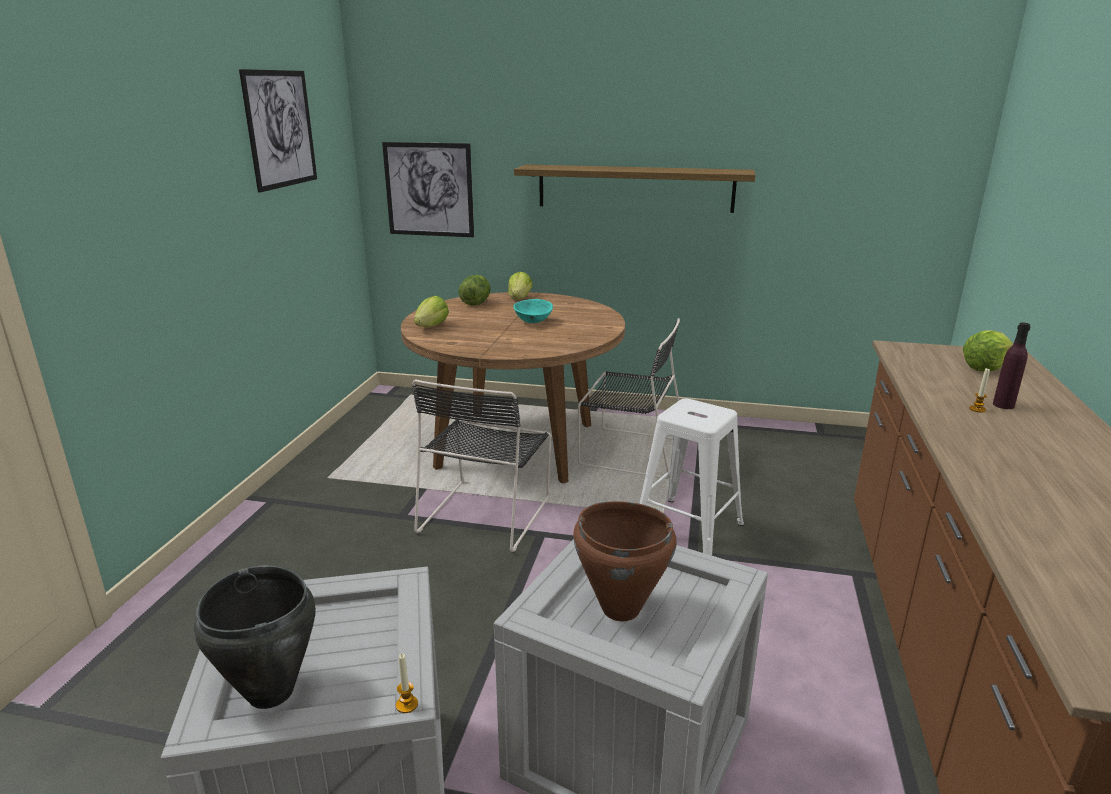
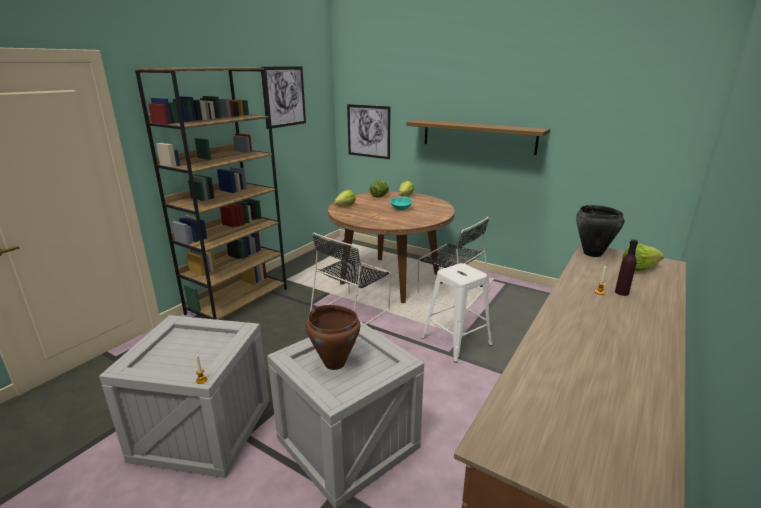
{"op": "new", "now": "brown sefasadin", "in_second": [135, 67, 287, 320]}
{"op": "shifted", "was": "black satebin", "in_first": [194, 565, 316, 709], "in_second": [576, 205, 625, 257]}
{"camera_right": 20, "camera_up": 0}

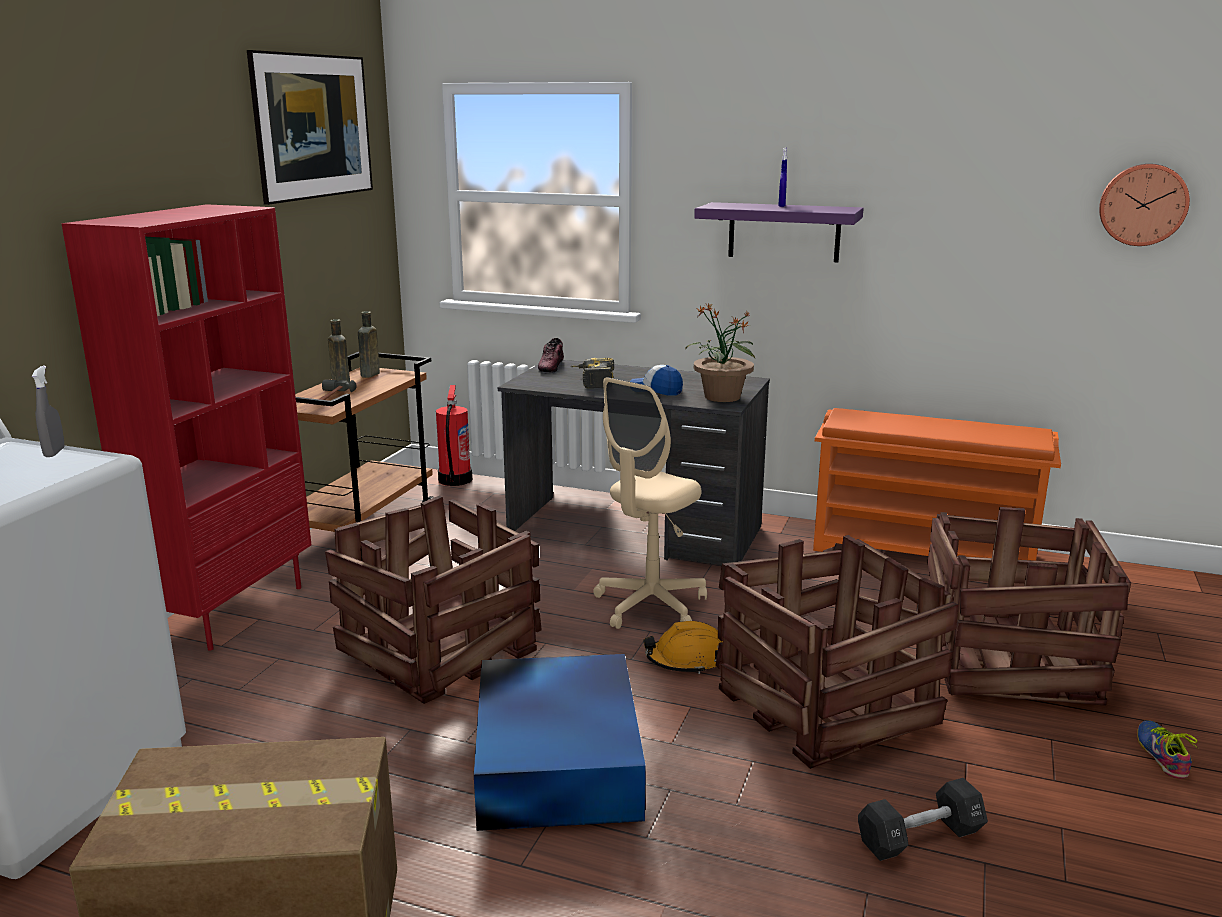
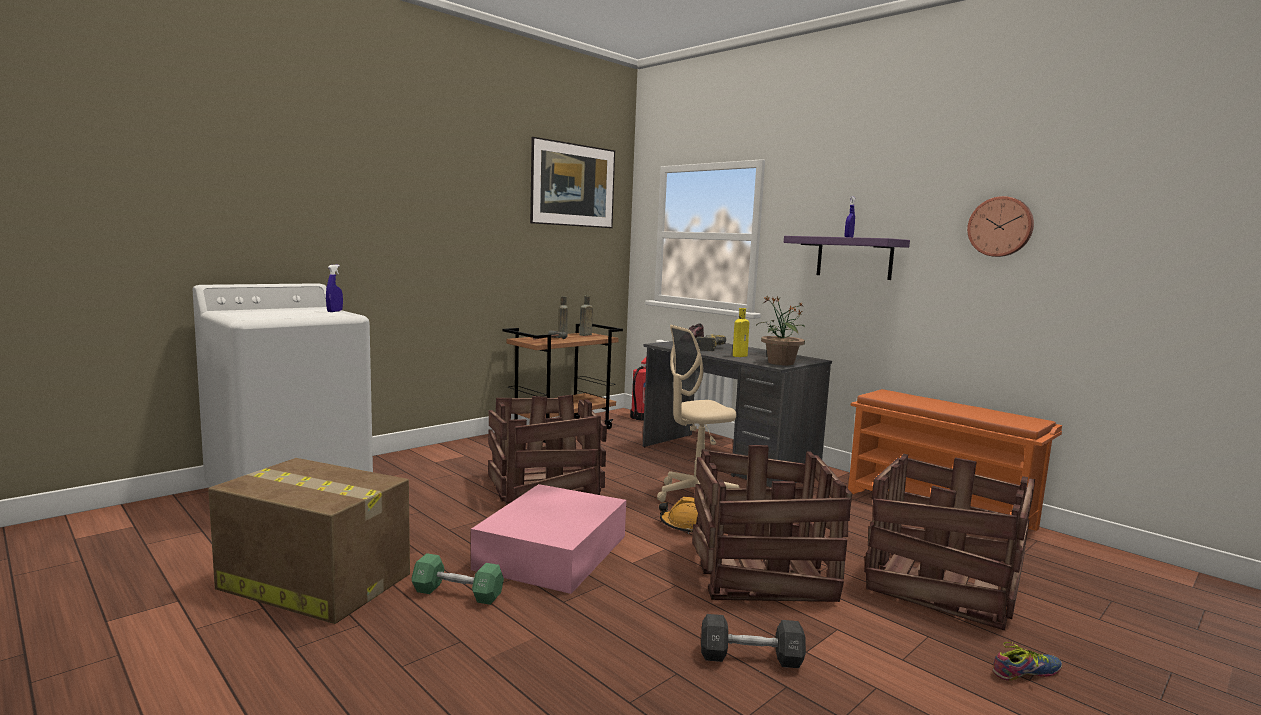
{"op": "gone", "was": "red sefasadin", "in_first": [61, 204, 311, 651]}
{"op": "new", "now": "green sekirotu", "in_second": [412, 553, 504, 605]}
{"op": "shifted", "was": "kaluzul", "in_first": [1099, 164, 1190, 246], "in_second": [967, 196, 1034, 257]}
{"op": "swapped", "was": "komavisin", "now": "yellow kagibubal", "in_first": [630, 365, 683, 396], "in_second": [733, 308, 749, 357]}
{"op": "repainted", "was": "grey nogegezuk", "now": "blue nogegezuk", "in_first": [32, 365, 65, 457], "in_second": [326, 265, 343, 312]}
{"op": "repainted", "was": "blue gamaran", "now": "pink gamaran", "in_first": [474, 654, 646, 831], "in_second": [471, 484, 626, 594]}
{"op": "rotated", "was": "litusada", "in_first": [1137, 721, 1198, 779], "in_second": [993, 642, 1062, 681], "clockwise": 45}
{"camera_right": 25, "camera_up": -10}

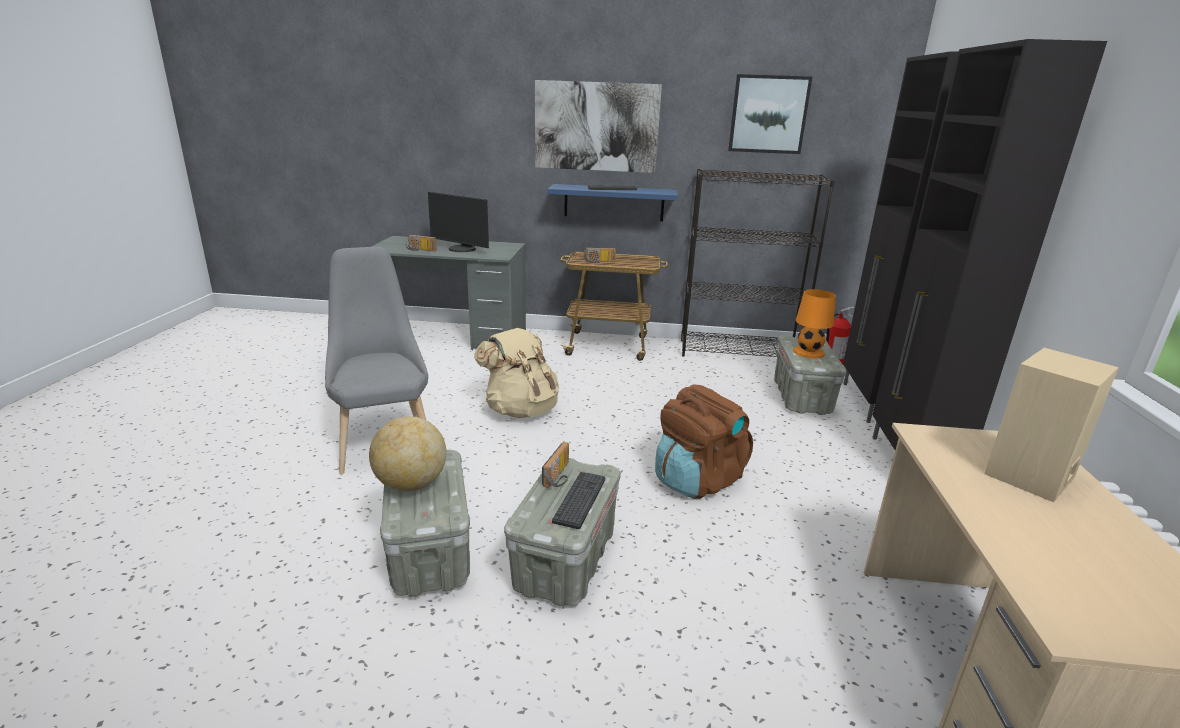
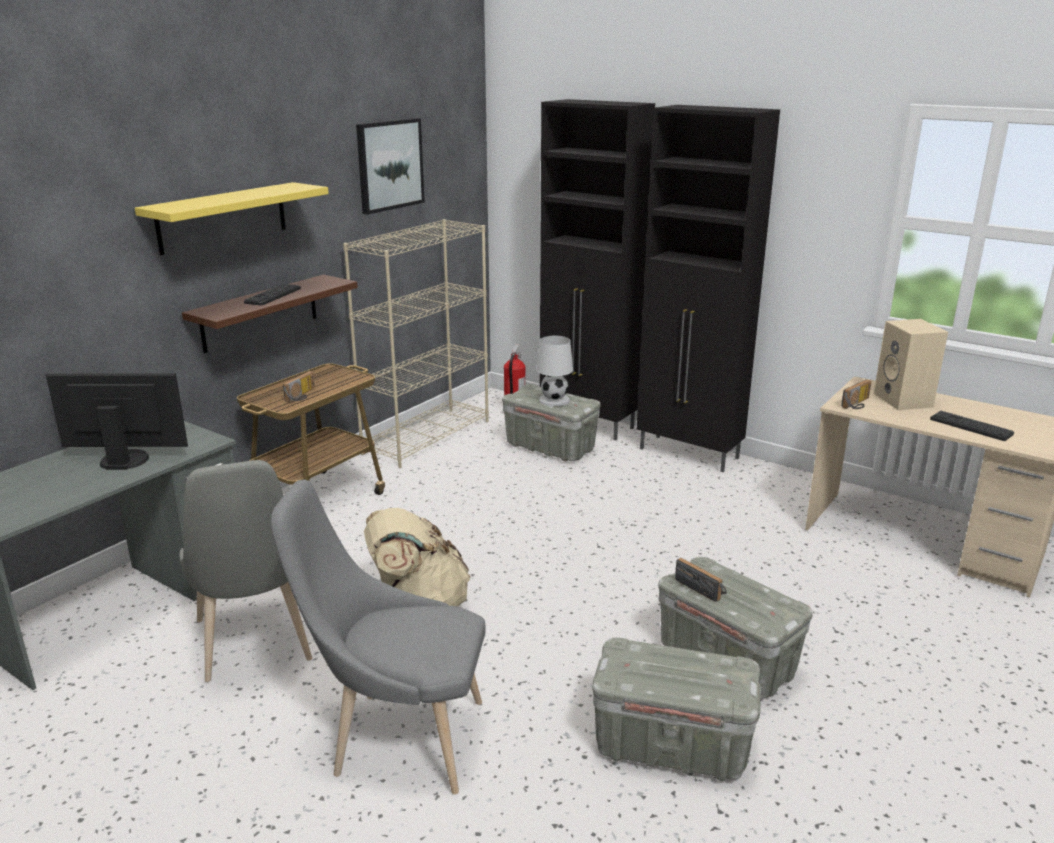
{"op": "gone", "was": "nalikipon", "in_first": [369, 416, 446, 492]}
{"op": "gone", "was": "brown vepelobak", "in_first": [655, 384, 753, 499]}
{"op": "new", "now": "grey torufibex", "in_second": [179, 460, 312, 682]}
{"op": "shifted", "was": "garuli", "in_first": [406, 235, 437, 252], "in_second": [841, 379, 871, 409]}
{"op": "shifted", "was": "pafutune", "in_first": [552, 472, 605, 529], "in_second": [930, 411, 1014, 441]}
{"op": "swapped", "was": "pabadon", "now": "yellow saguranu", "in_first": [535, 80, 662, 173], "in_second": [135, 182, 329, 255]}
{"op": "repainted", "was": "blue saguranu", "now": "brown saguranu", "in_first": [547, 184, 678, 221], "in_second": [182, 275, 358, 353]}
{"op": "repainted", "was": "black sefasadin", "now": "beige sefasadin", "in_first": [681, 169, 834, 357], "in_second": [343, 219, 489, 468]}
{"op": "repainted", "was": "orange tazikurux", "now": "white tazikurux", "in_first": [793, 289, 836, 358], "in_second": [536, 336, 573, 406]}
{"op": "rotated", "was": "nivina", "in_first": [428, 192, 489, 252], "in_second": [46, 373, 188, 470], "clockwise": -150}
{"camera_right": -60, "camera_up": 0}

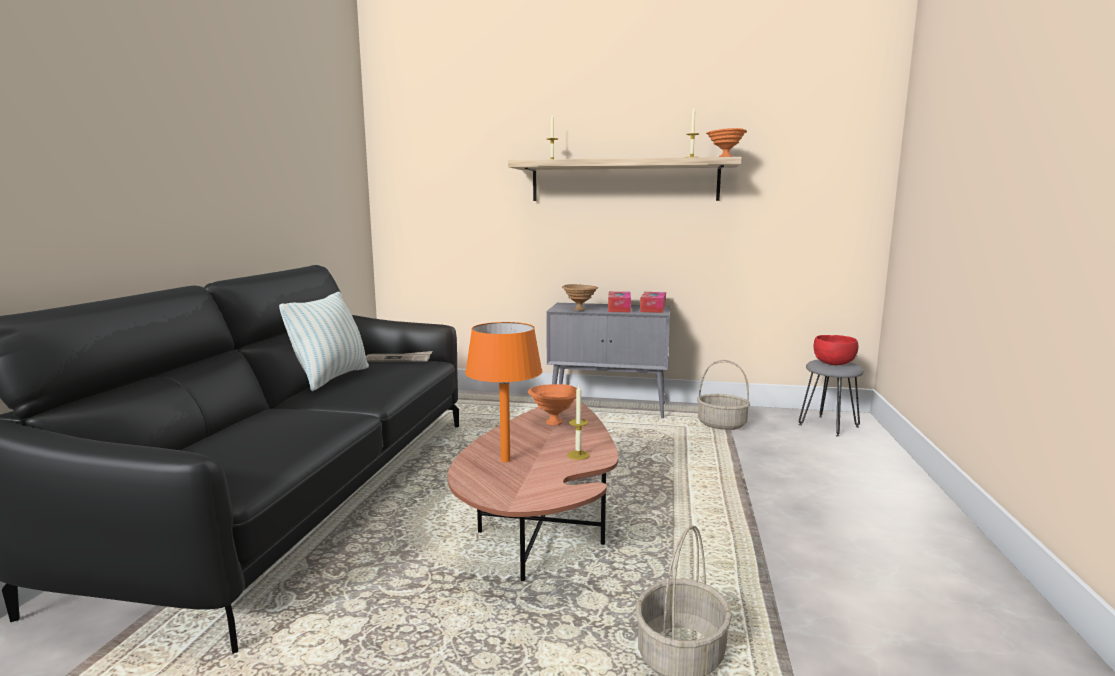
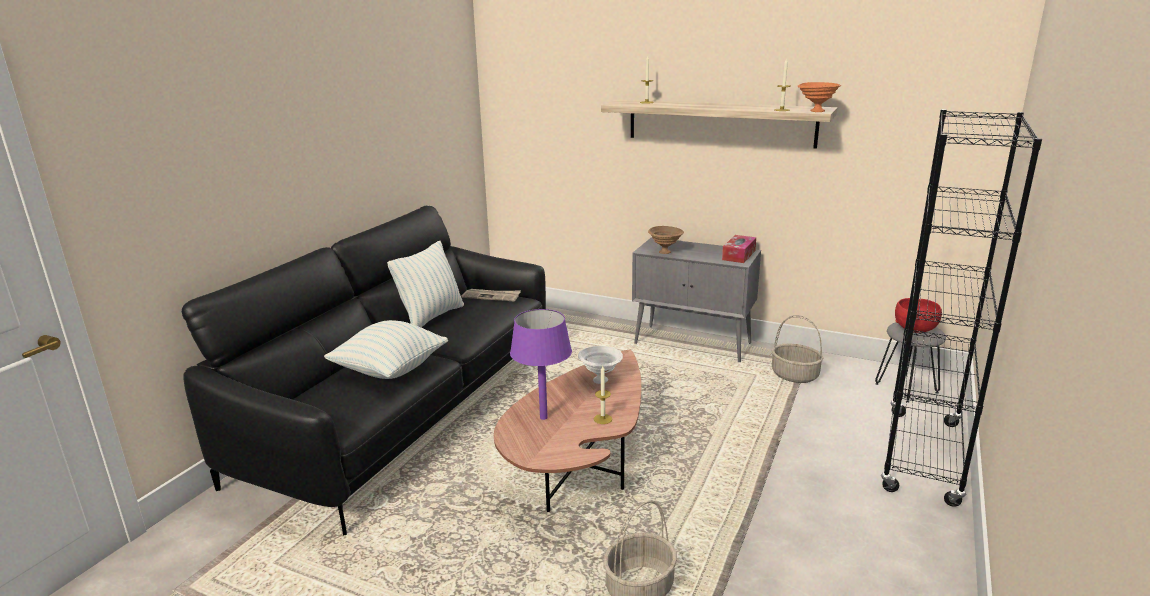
{"op": "gone", "was": "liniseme", "in_first": [608, 292, 631, 312]}
{"op": "new", "now": "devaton", "in_second": [324, 320, 448, 379]}
{"op": "new", "now": "black sefasadin", "in_second": [881, 109, 1042, 507]}
{"op": "repainted", "was": "orange tazikurux", "now": "purple tazikurux", "in_first": [465, 322, 542, 462], "in_second": [510, 309, 572, 420]}
{"op": "repainted", "was": "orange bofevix", "now": "white bofevix", "in_first": [528, 384, 577, 426], "in_second": [578, 346, 623, 384]}
{"camera_right": 15, "camera_up": 10}

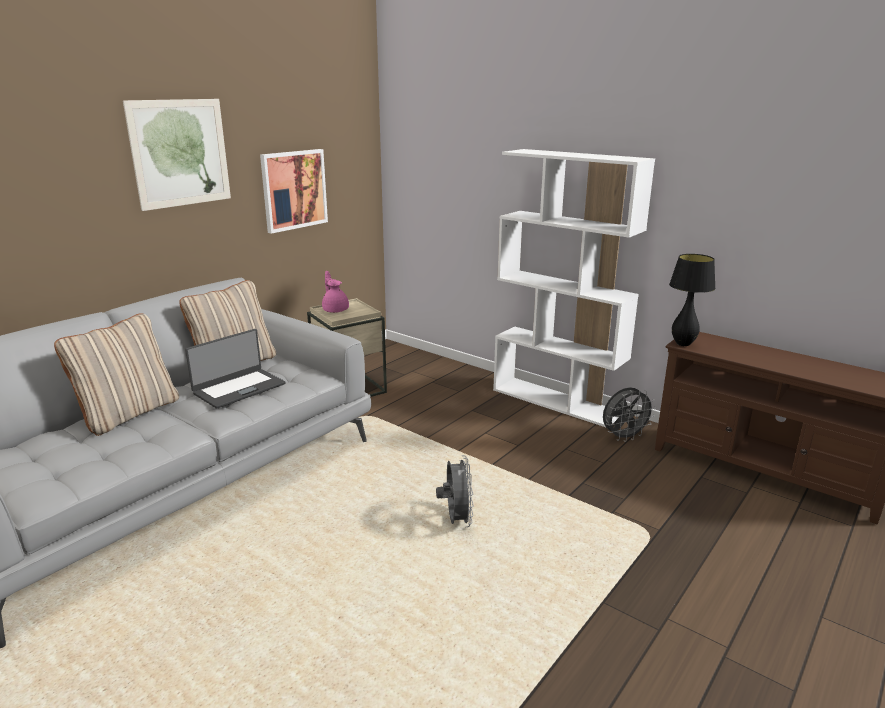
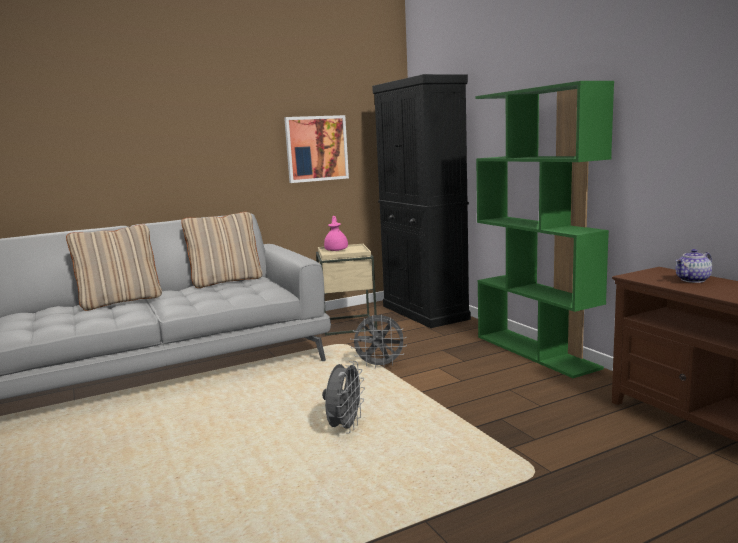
{"op": "gone", "was": "pabadon", "in_first": [123, 99, 231, 211]}
{"op": "gone", "was": "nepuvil", "in_first": [185, 329, 286, 409]}
{"op": "gone", "was": "black tazikurux", "in_first": [669, 254, 716, 346]}
{"op": "new", "now": "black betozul", "in_second": [372, 74, 471, 328]}
{"op": "new", "now": "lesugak", "in_second": [676, 249, 712, 283]}
{"op": "shifted", "was": "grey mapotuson", "in_first": [603, 387, 656, 442], "in_second": [350, 315, 407, 368]}
{"op": "repainted", "was": "white sefasadin", "now": "green sefasadin", "in_first": [493, 149, 655, 427], "in_second": [475, 81, 614, 378]}
{"camera_right": 25, "camera_up": -10}

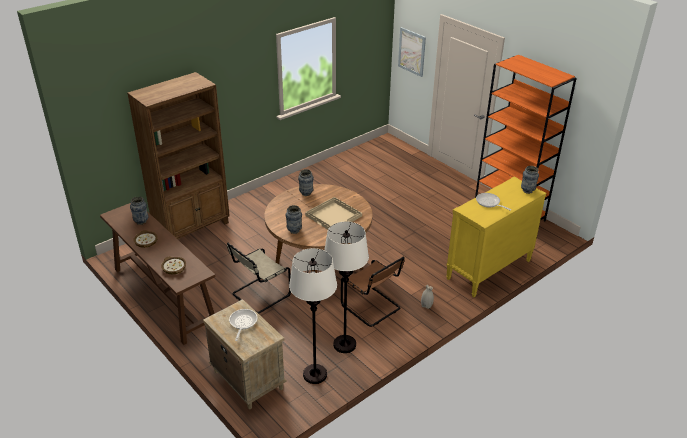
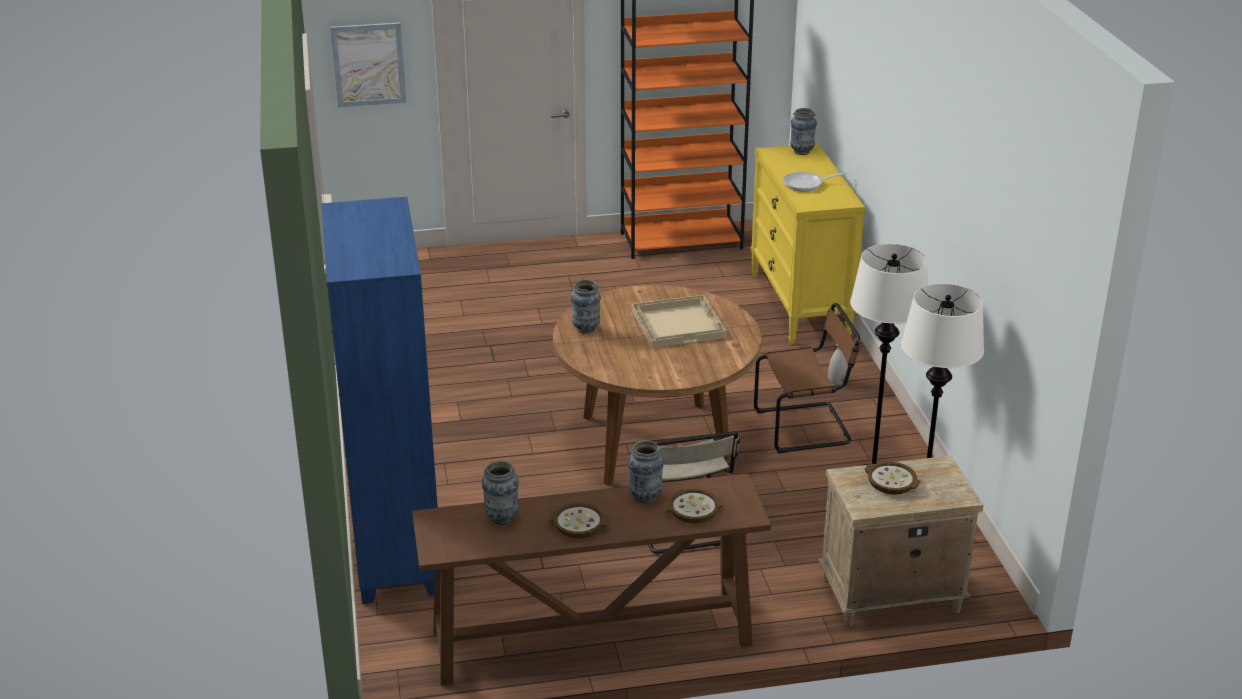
{"op": "shifted", "was": "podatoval", "in_first": [286, 205, 302, 234], "in_second": [628, 440, 664, 503]}
{"op": "swapped", "was": "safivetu", "now": "bofevix", "in_first": [229, 309, 258, 341], "in_second": [865, 462, 920, 495]}
{"op": "repainted", "was": "brown sefasadin", "now": "blue sefasadin", "in_first": [127, 72, 230, 239], "in_second": [321, 197, 438, 604]}
{"camera_right": -60, "camera_up": -5}

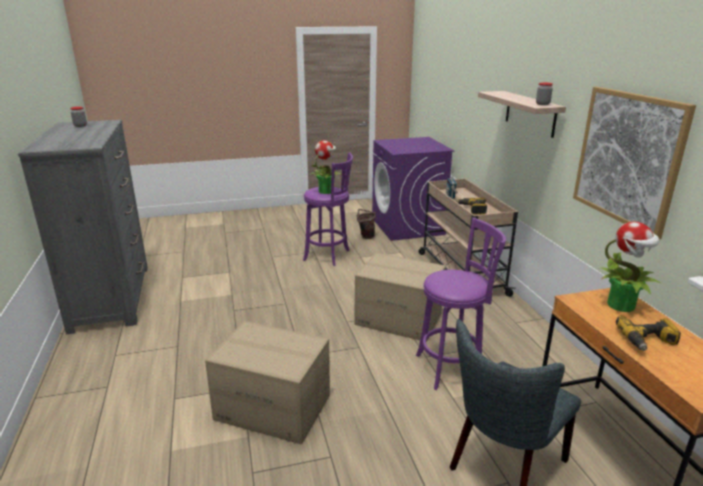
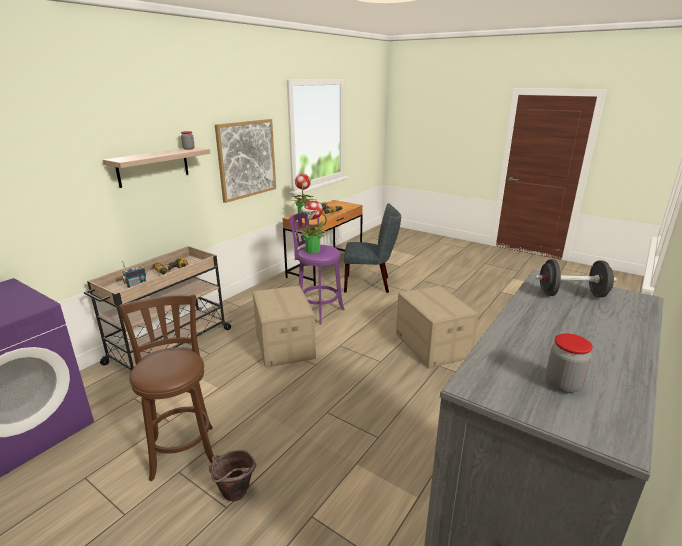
{"op": "new", "now": "black sekirotu", "in_second": [535, 259, 617, 297]}
{"op": "shifted", "was": "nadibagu", "in_first": [310, 140, 342, 194], "in_second": [295, 200, 328, 253]}
{"op": "shifted", "was": "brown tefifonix", "in_first": [357, 209, 376, 239], "in_second": [209, 450, 257, 501]}
{"op": "repainted", "was": "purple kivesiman", "now": "brown kivesiman", "in_first": [303, 152, 353, 266], "in_second": [118, 294, 214, 481]}
{"camera_right": -130, "camera_up": 0}

